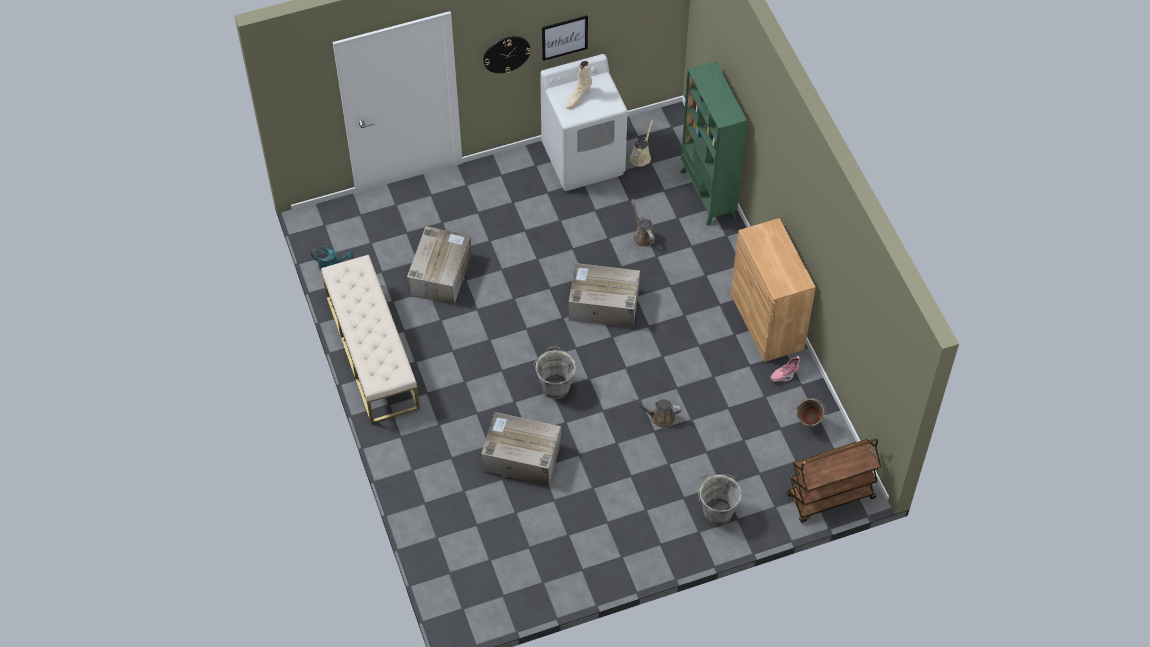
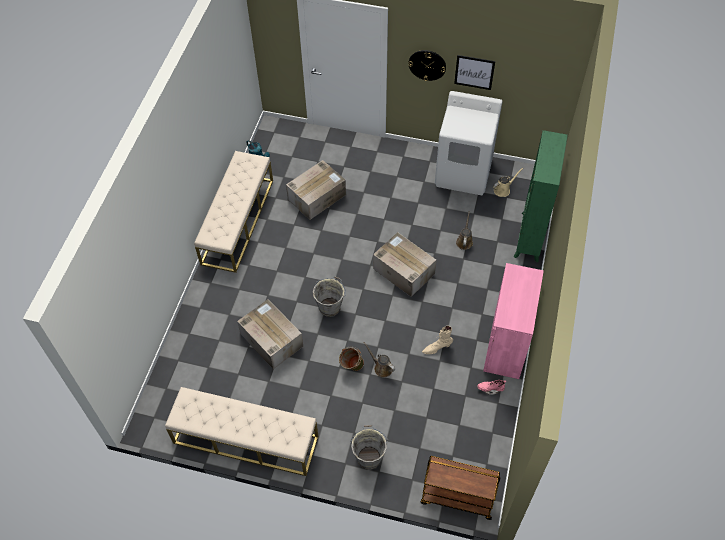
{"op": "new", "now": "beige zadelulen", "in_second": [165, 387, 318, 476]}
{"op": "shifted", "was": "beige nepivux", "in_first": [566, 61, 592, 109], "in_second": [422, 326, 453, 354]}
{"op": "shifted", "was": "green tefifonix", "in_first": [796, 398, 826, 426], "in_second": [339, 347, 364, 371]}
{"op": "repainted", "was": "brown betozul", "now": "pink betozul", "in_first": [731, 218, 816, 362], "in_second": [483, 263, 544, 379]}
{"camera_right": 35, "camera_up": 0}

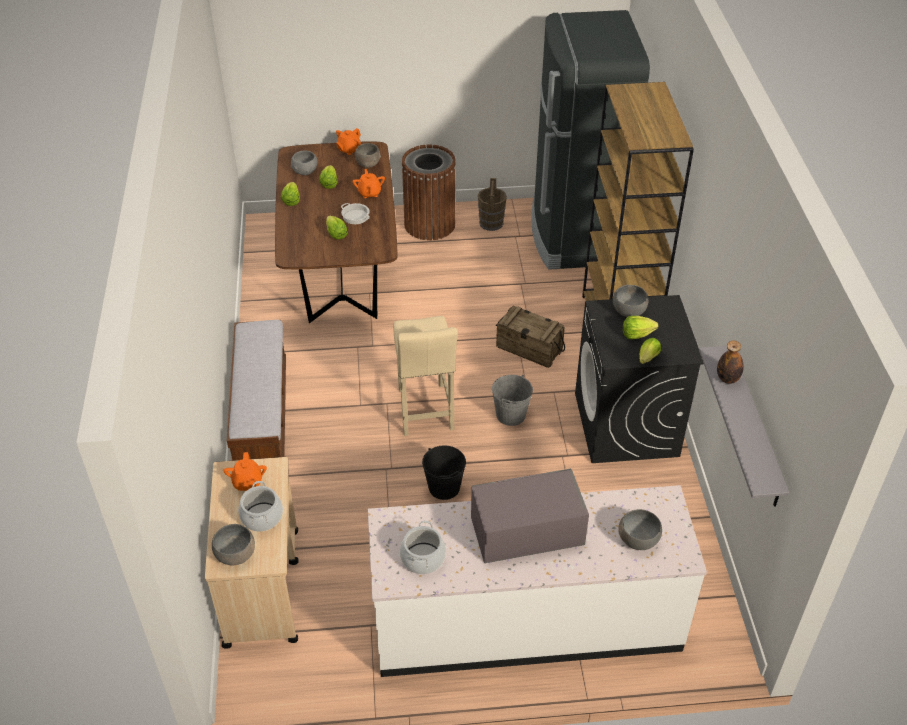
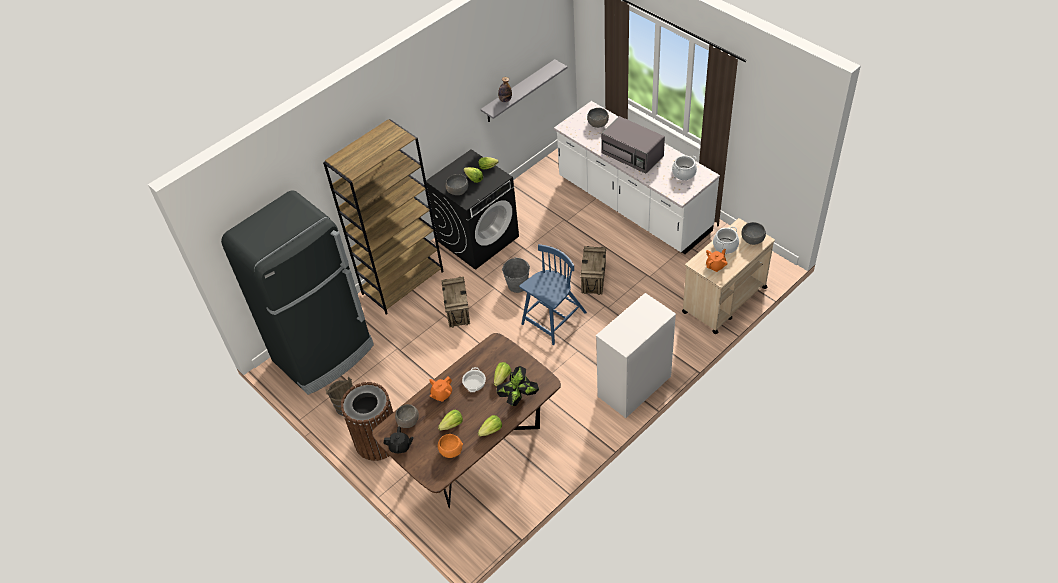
{"op": "new", "now": "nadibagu", "in_second": [496, 366, 539, 406]}
{"op": "swapped", "was": "zadelulen", "now": "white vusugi", "in_first": [227, 320, 286, 461], "in_second": [596, 293, 676, 418]}
{"op": "swapped", "was": "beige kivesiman", "now": "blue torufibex", "in_first": [393, 316, 458, 436], "in_second": [519, 244, 587, 345]}
{"op": "swapped", "was": "black tefifonix", "now": "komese", "in_first": [422, 445, 466, 500], "in_second": [580, 246, 606, 295]}
{"op": "repainted", "was": "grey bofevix", "now": "orange bofevix", "in_first": [291, 151, 318, 175], "in_second": [438, 434, 463, 458]}
{"op": "repainted", "was": "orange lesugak", "now": "black lesugak", "in_first": [336, 128, 361, 155], "in_second": [383, 426, 414, 453]}
{"camera_right": -125, "camera_up": 5}

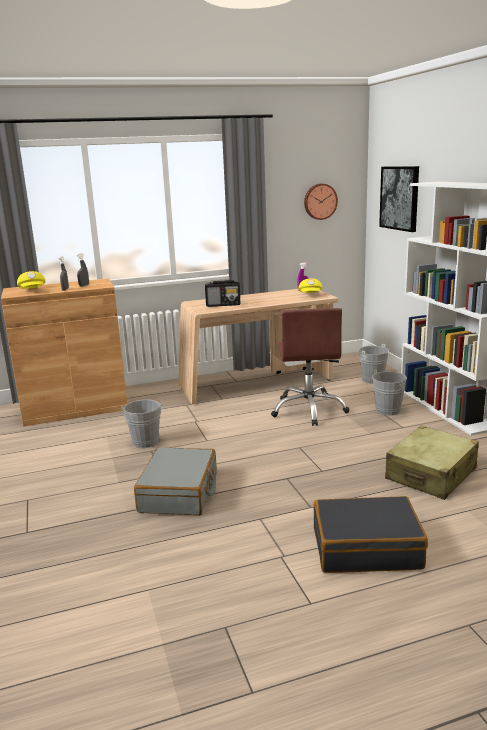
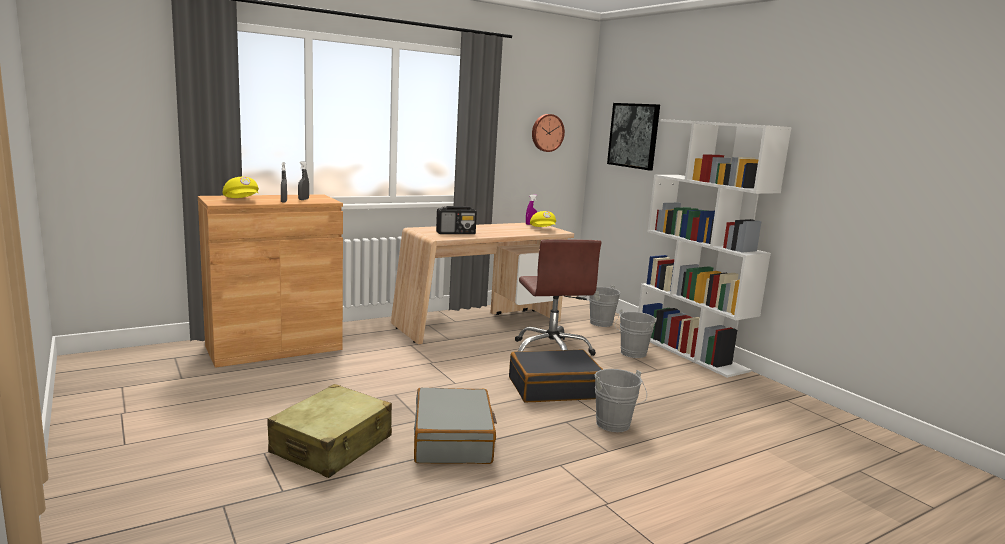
{"op": "shifted", "was": "grey tefifonix", "in_first": [122, 399, 162, 448], "in_second": [595, 369, 647, 432]}
{"op": "shifted", "was": "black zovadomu", "in_first": [314, 496, 428, 573], "in_second": [509, 349, 603, 402]}
{"op": "shifted", "was": "beige zovadomu", "in_first": [385, 425, 479, 500], "in_second": [267, 384, 392, 478]}
{"camera_right": -15, "camera_up": -5}

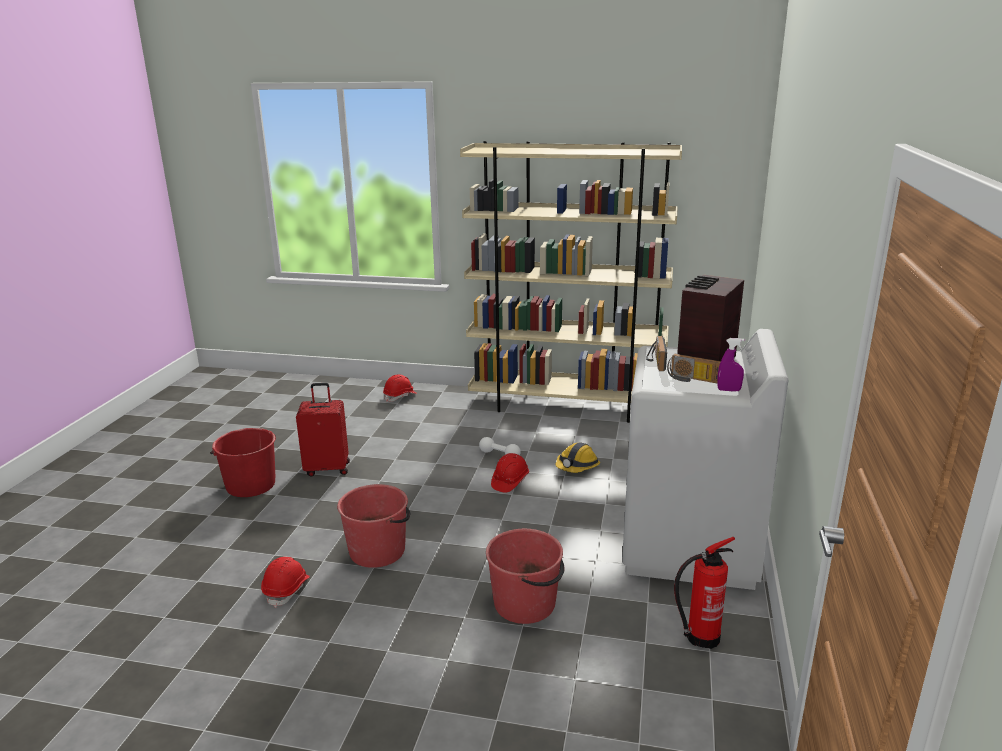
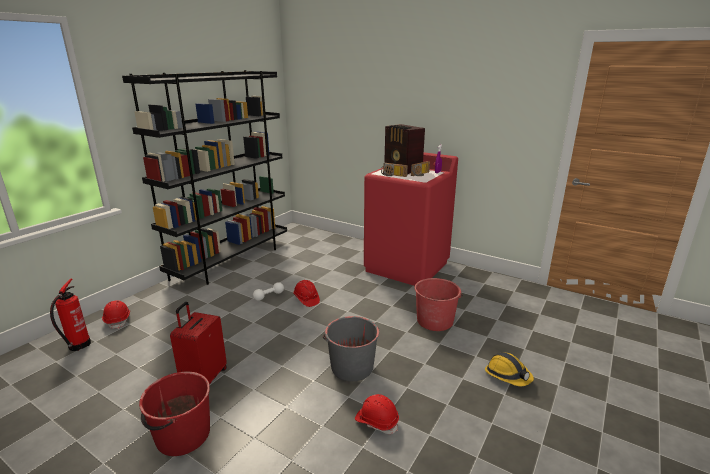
{"op": "shifted", "was": "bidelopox", "in_first": [555, 442, 600, 473], "in_second": [485, 352, 534, 386]}
{"op": "shifted", "was": "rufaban", "in_first": [674, 537, 735, 649], "in_second": [50, 279, 91, 351]}
{"op": "repainted", "was": "red tefifonix", "now": "grey tefifonix", "in_first": [337, 484, 410, 568], "in_second": [323, 316, 379, 381]}
{"op": "repainted", "was": "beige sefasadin", "now": "black sefasadin", "in_first": [460, 141, 682, 423], "in_second": [122, 70, 287, 285]}
{"op": "repainted", "was": "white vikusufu", "now": "red vikusufu", "in_first": [622, 329, 788, 590], "in_second": [364, 152, 458, 286]}
{"camera_right": -70, "camera_up": 0}

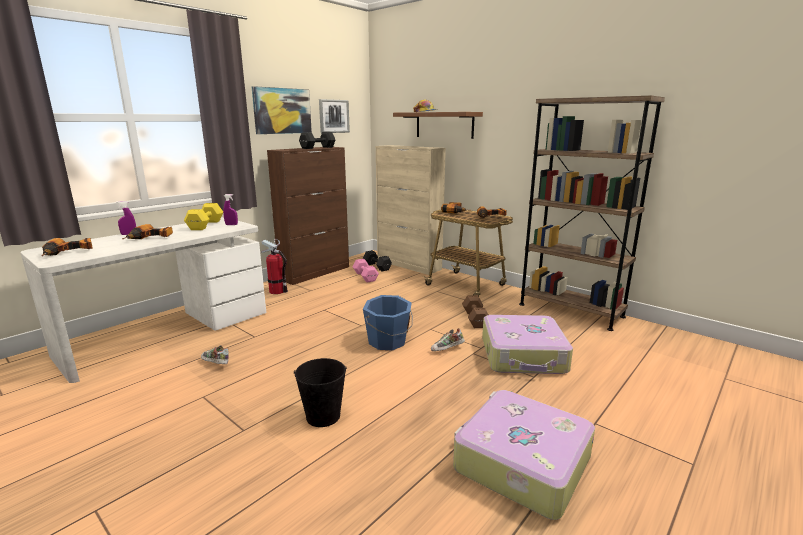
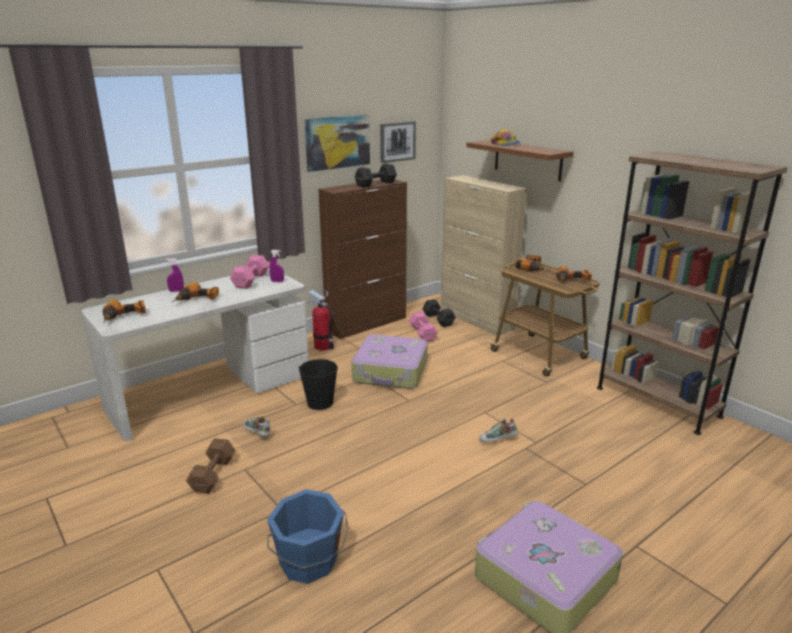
{"op": "shifted", "was": "black tefifonix", "in_first": [294, 358, 347, 427], "in_second": [298, 359, 338, 410]}
{"op": "shifted", "was": "blue tefifonix", "in_first": [363, 295, 413, 351], "in_second": [267, 489, 348, 584]}
{"op": "shifted", "was": "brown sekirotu", "in_first": [462, 295, 488, 328], "in_second": [186, 438, 236, 493]}
{"op": "shifted", "was": "zovadomu", "in_first": [482, 315, 573, 374], "in_second": [352, 334, 428, 389]}
{"op": "repainted", "was": "yellow sekirotu", "now": "pink sekirotu", "in_first": [184, 203, 223, 230], "in_second": [230, 255, 270, 289]}
{"camera_right": 10, "camera_up": 5}

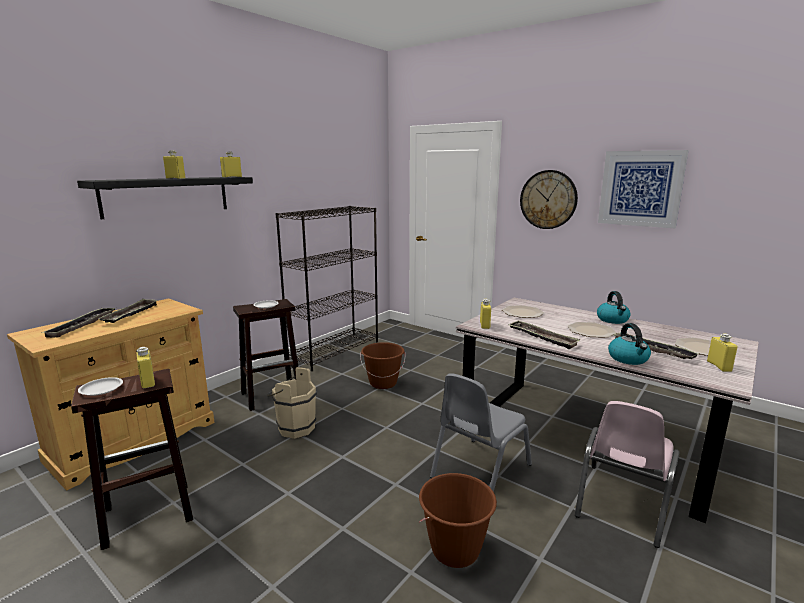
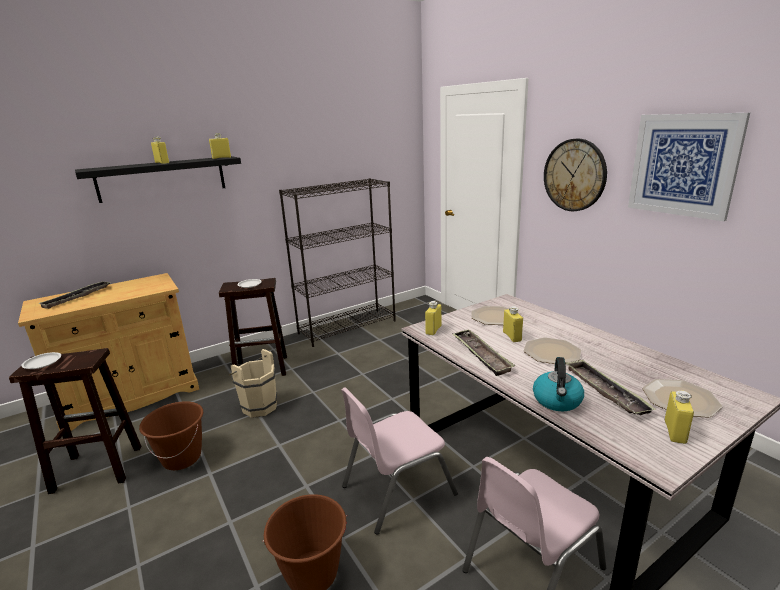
{"op": "gone", "was": "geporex", "in_first": [99, 299, 157, 323]}
{"op": "gone", "was": "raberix", "in_first": [597, 291, 631, 324]}
{"op": "shifted", "was": "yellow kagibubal", "in_first": [136, 347, 155, 388], "in_second": [503, 306, 523, 342]}
{"op": "shifted", "was": "brown tefifonix", "in_first": [360, 342, 405, 389], "in_second": [139, 401, 203, 470]}
{"op": "repainted", "was": "grey torufibex", "now": "pink torufibex", "in_first": [430, 373, 532, 492], "in_second": [341, 387, 458, 535]}
{"camera_right": 20, "camera_up": 5}

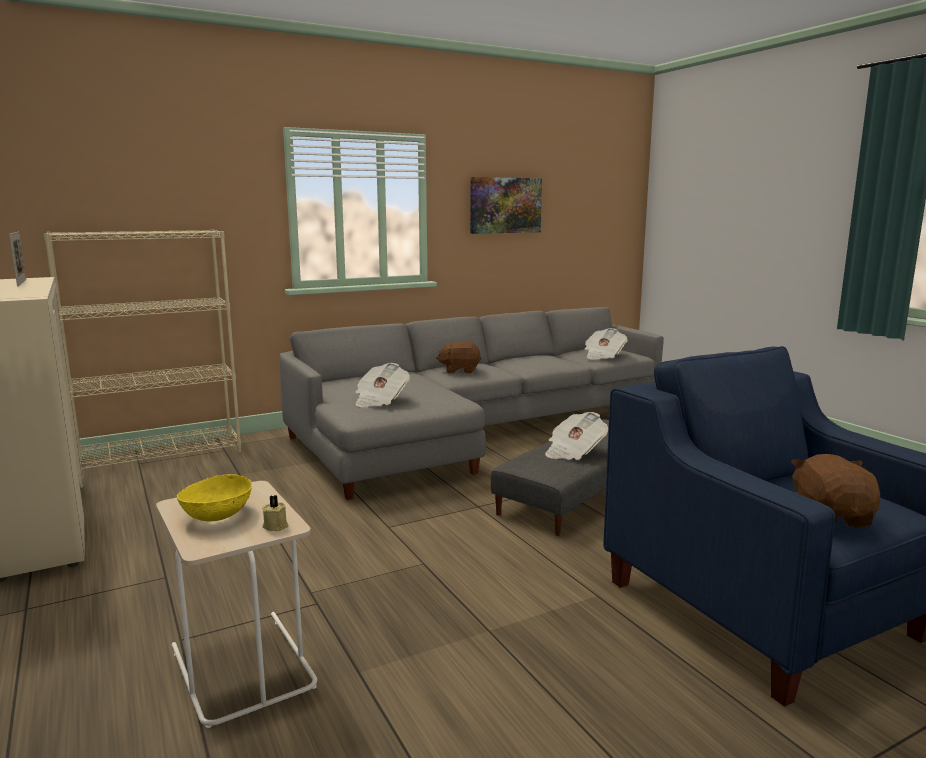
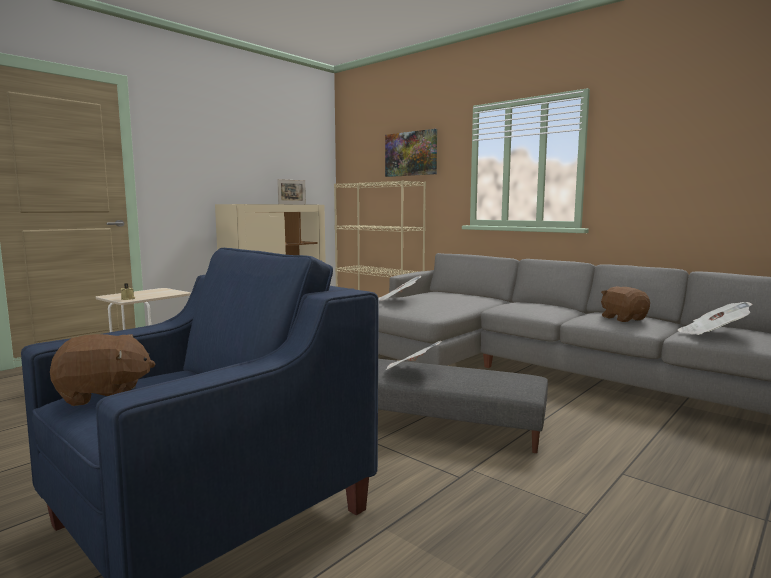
{"op": "gone", "was": "yellow bofevix", "in_first": [176, 474, 252, 522]}
{"op": "shifted", "was": "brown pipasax", "in_first": [436, 341, 481, 373], "in_second": [601, 286, 650, 322]}
{"op": "shifted", "was": "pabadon", "in_first": [470, 177, 542, 234], "in_second": [385, 129, 437, 177]}
{"camera_right": 70, "camera_up": -5}

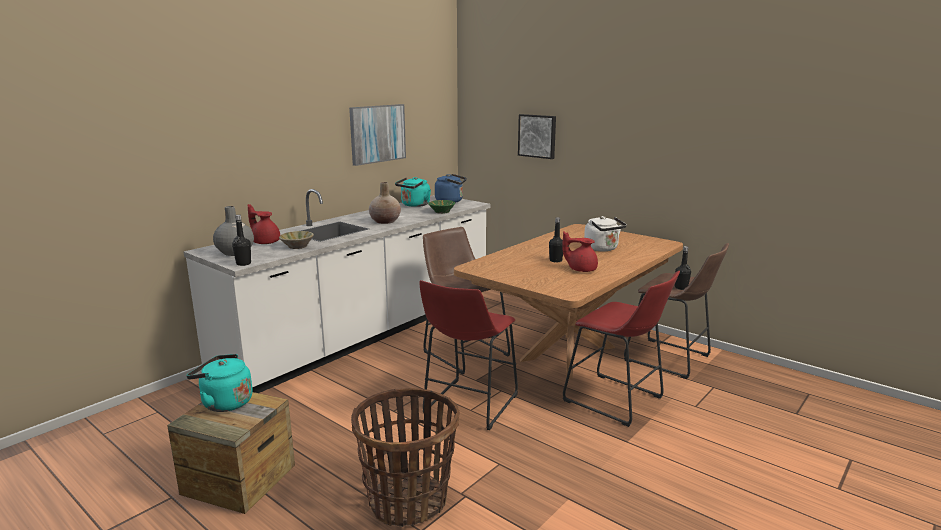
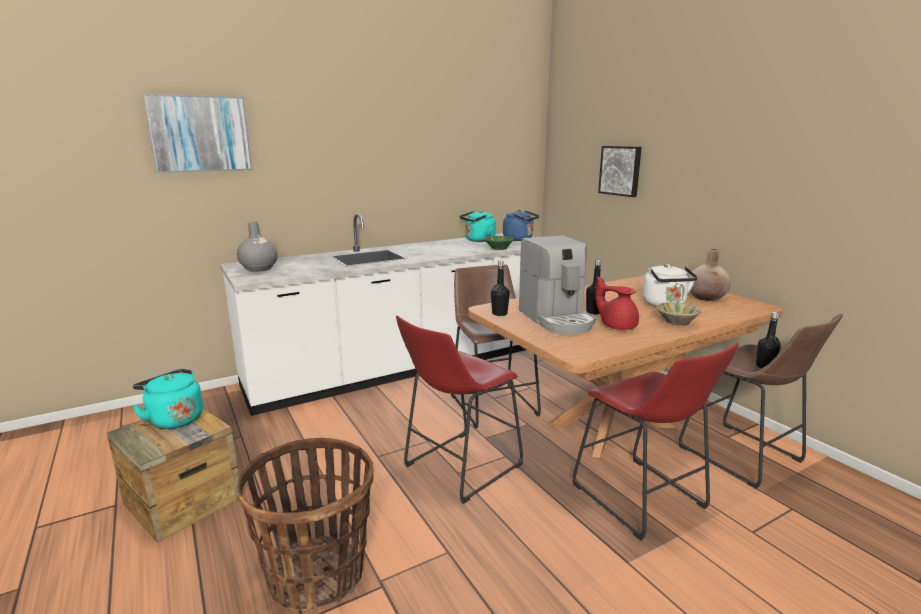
{"op": "gone", "was": "red lesugak", "in_first": [248, 204, 280, 244]}
{"op": "new", "now": "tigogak", "in_second": [519, 236, 595, 335]}
{"op": "shifted", "was": "black kagibubal", "in_first": [232, 215, 251, 266], "in_second": [491, 261, 510, 316]}
{"op": "shifted", "was": "beige bofevix", "in_first": [279, 231, 314, 249], "in_second": [656, 302, 701, 326]}
{"op": "shifted", "was": "pabadon", "in_first": [349, 104, 406, 166], "in_second": [142, 94, 252, 173]}
{"op": "shifted", "was": "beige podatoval", "in_first": [369, 182, 401, 224], "in_second": [688, 249, 731, 301]}
{"camera_right": 20, "camera_up": 0}

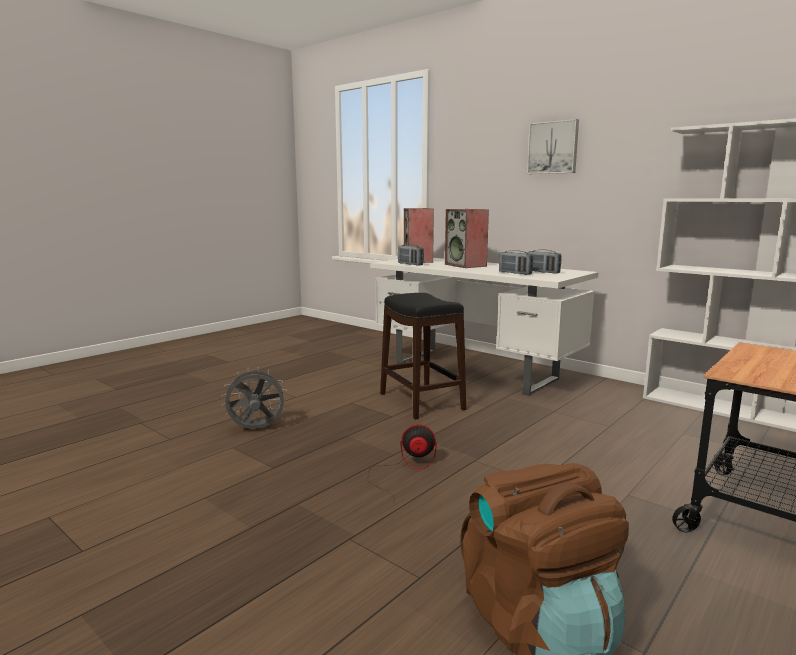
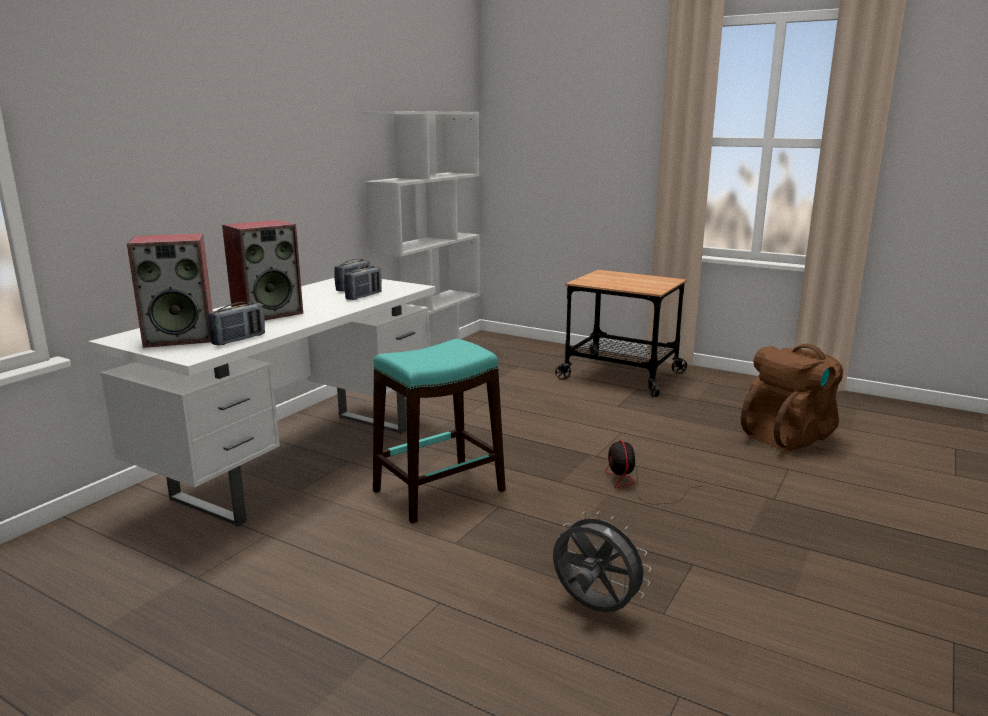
{"op": "gone", "was": "pabadon", "in_first": [527, 119, 579, 174]}
{"op": "repainted", "was": "black kivesiman", "now": "turquoise kivesiman", "in_first": [380, 293, 466, 420], "in_second": [373, 339, 506, 524]}
{"op": "rotated", "was": "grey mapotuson", "in_first": [222, 367, 287, 429], "in_second": [553, 512, 651, 612], "clockwise": 150}
{"camera_right": -100, "camera_up": 5}

